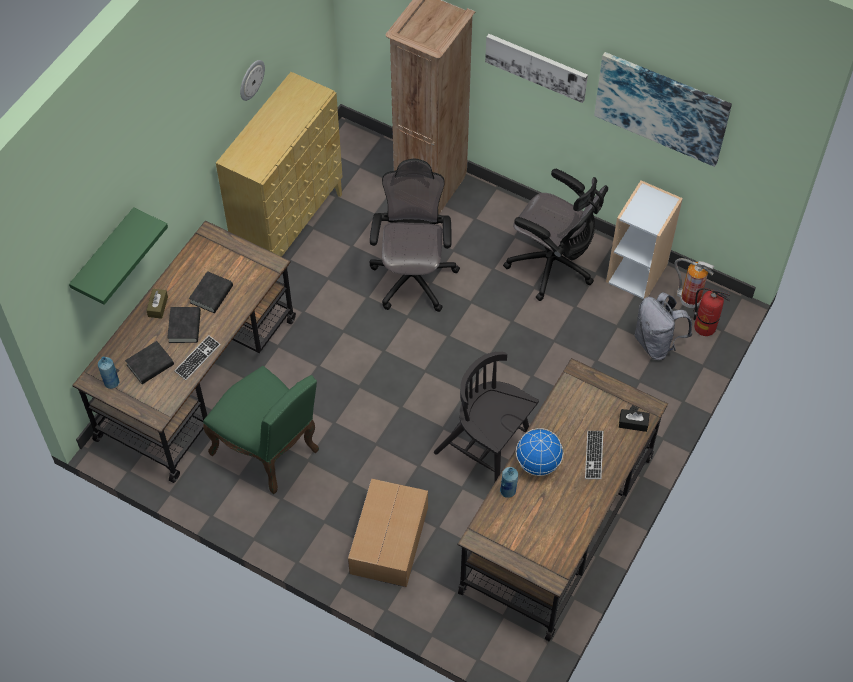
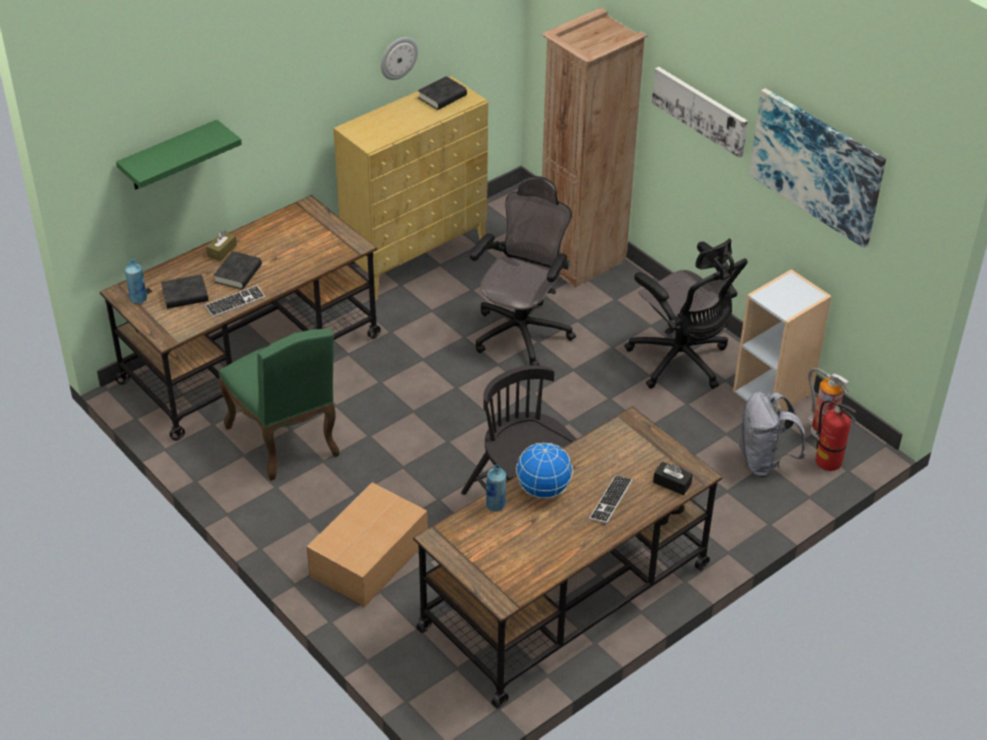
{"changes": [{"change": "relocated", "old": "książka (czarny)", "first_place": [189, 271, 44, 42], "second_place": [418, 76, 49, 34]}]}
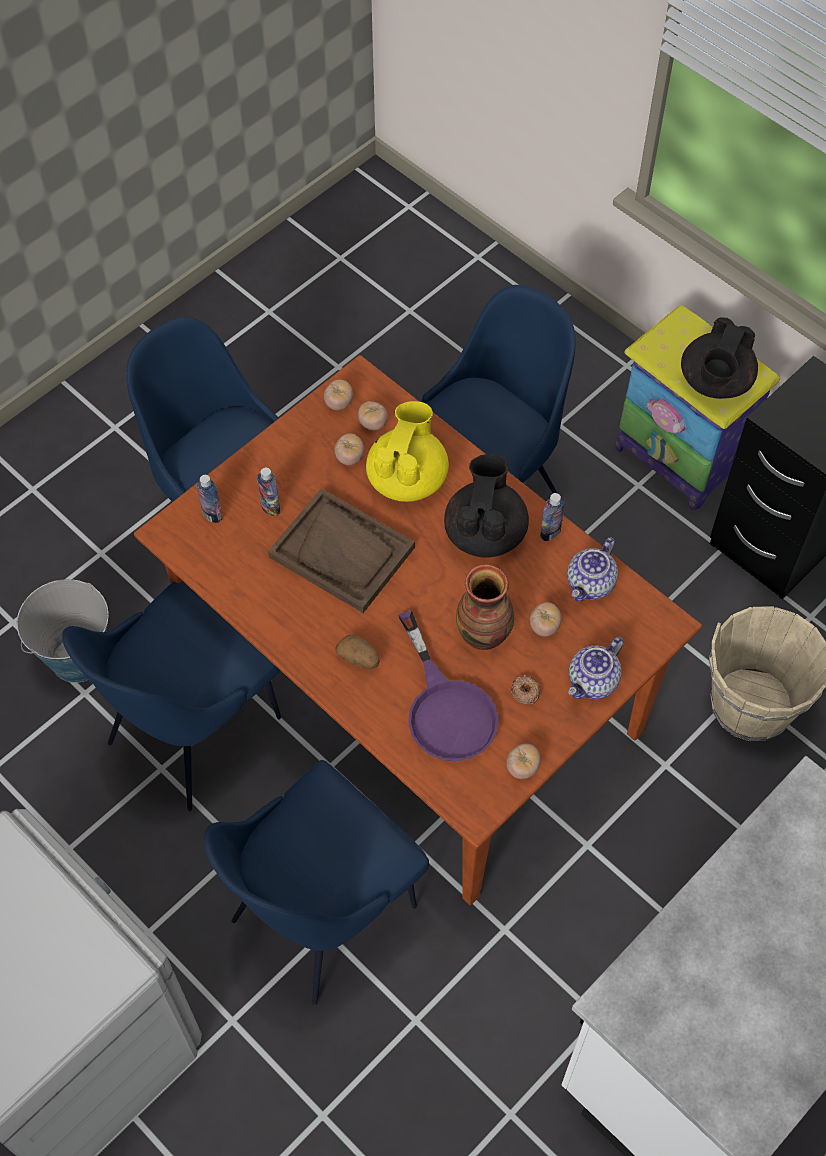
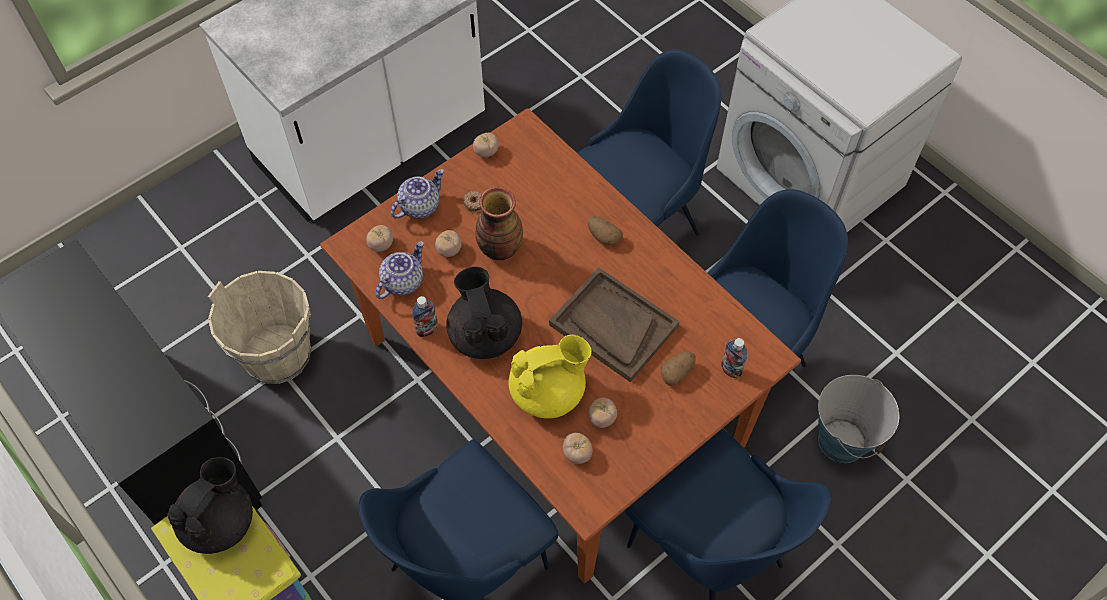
{"changes": [{"change": "relocated", "old": "pomidor", "first_place": [324, 379, 29, 31], "second_place": [366, 225, 27, 27]}, {"change": "spun", "old": "imbryk (żółty)", "first_place": [366, 401, 83, 101], "second_place": [509, 335, 83, 84], "degrees": -135}, {"change": "spun", "old": "imbryk (czarny)", "first_place": [444, 454, 85, 104], "second_place": [446, 266, 76, 93], "degrees": 150}, {"change": "exchanged", "old": "butelka", "new": "ziemniak", "first_place": [257, 468, 23, 49], "second_place": [661, 352, 35, 34]}, {"change": "missing", "old": "patelnia (fioletowy)", "first_place": [398, 610, 101, 152]}]}
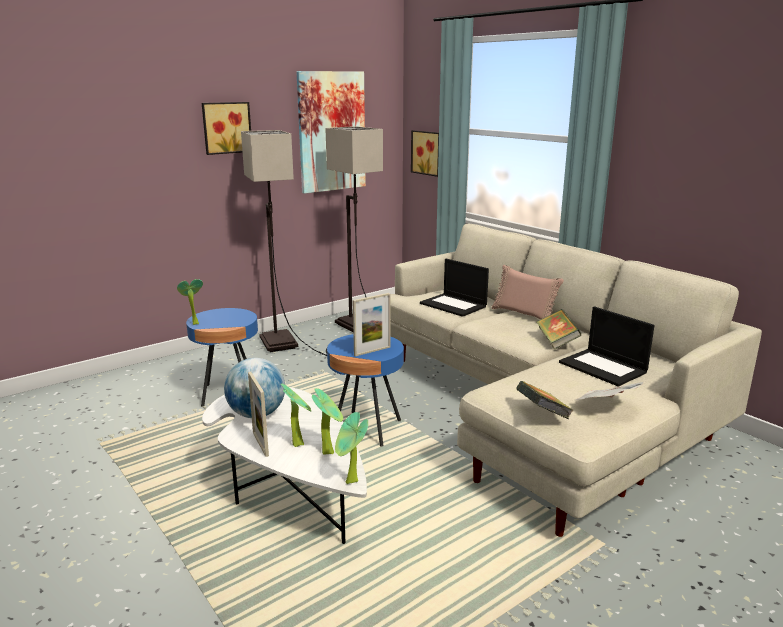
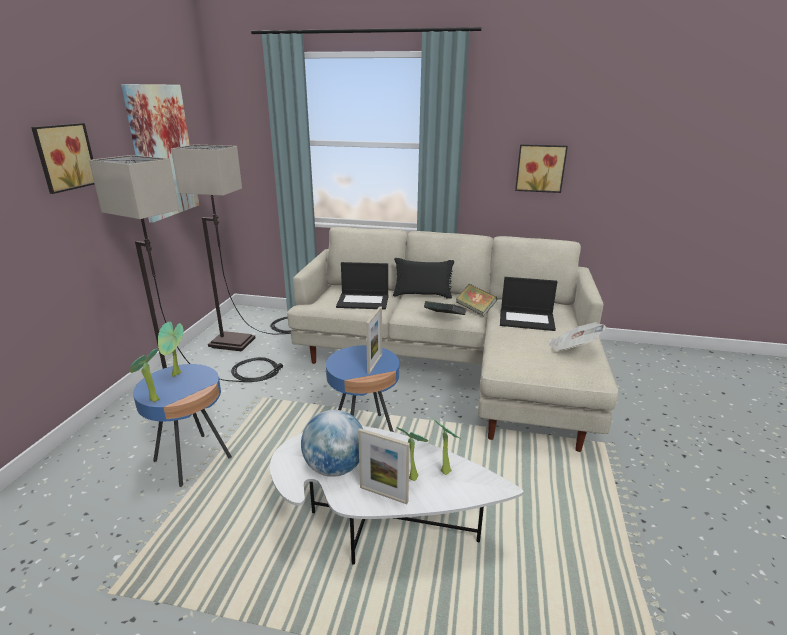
{"changes": [{"change": "relocated", "old": "obraz", "first_place": [411, 130, 28, 47], "second_place": [515, 144, 53, 49]}, {"change": "colour", "old": "poduszka (beżowy)", "new": "poduszka (czarny)", "first_place": [491, 265, 73, 55], "second_place": [393, 258, 61, 41]}, {"change": "relocated", "old": "książka", "first_place": [516, 381, 58, 38], "second_place": [424, 301, 43, 14]}, {"change": "relocated", "old": "roślina doniczkowa", "first_place": [335, 412, 33, 72], "second_place": [158, 322, 26, 55]}]}
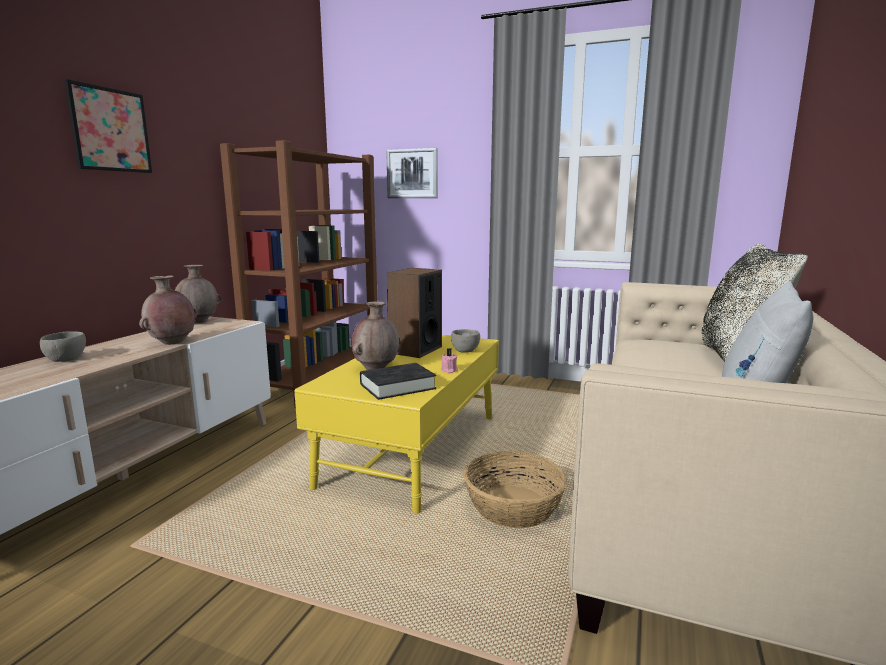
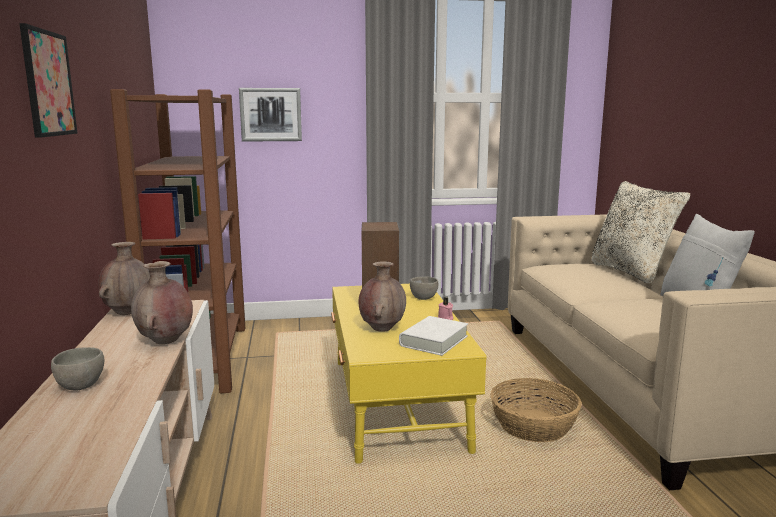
{"changes": [{"change": "colour", "old": "książka (czarny)", "new": "książka (biały)", "first_place": [360, 363, 76, 37], "second_place": [399, 316, 69, 40]}]}
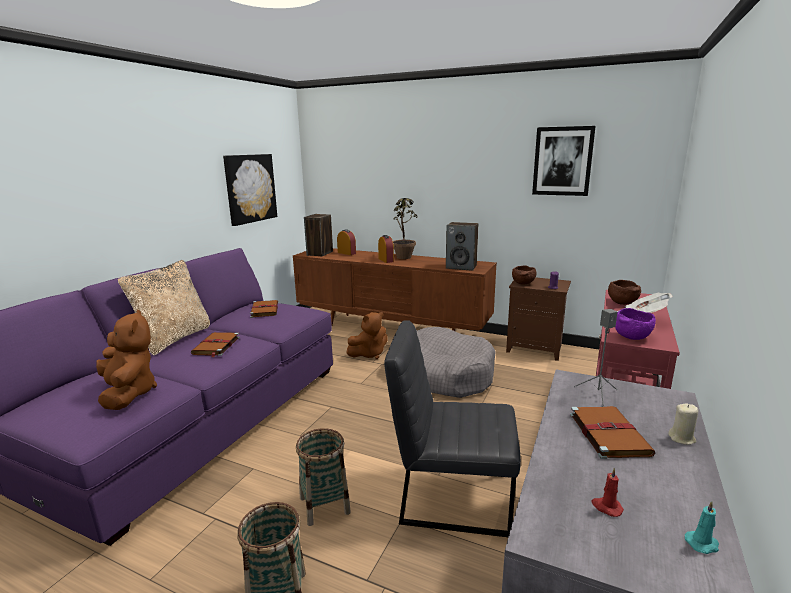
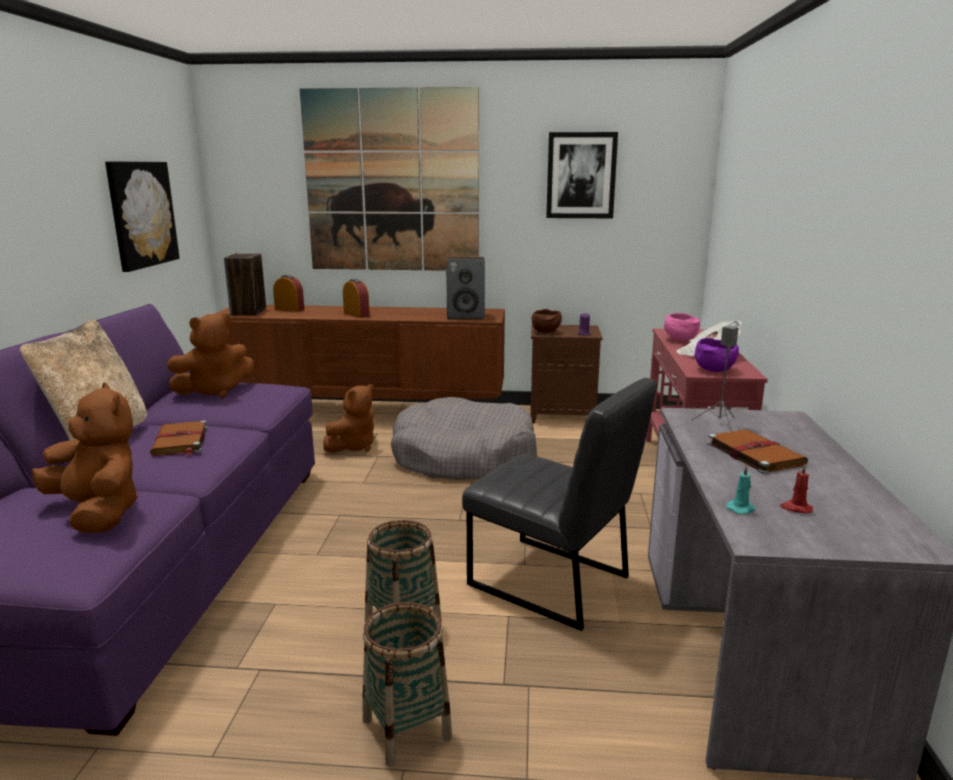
{"changes": [{"change": "missing", "old": "roślina doniczkowa", "first_place": [393, 198, 25, 61]}, {"change": "colour", "old": "miska (brązowy)", "new": "miska (różowy)", "first_place": [608, 280, 33, 25], "second_place": [664, 313, 36, 28]}, {"change": "exchanged", "old": "książka (brązowy)", "new": "pluszak (brązowy)", "first_place": [250, 300, 28, 18], "second_place": [167, 313, 87, 85]}, {"change": "spun", "old": "krzesło (szary)", "first_place": [384, 320, 137, 217], "second_place": [462, 378, 195, 253], "degrees": -135}, {"change": "missing", "old": "świeca (beżowy)", "first_place": [668, 403, 30, 42]}, {"change": "relocated", "old": "świeca (turkusowy)", "first_place": [685, 501, 34, 53], "second_place": [726, 465, 29, 49]}, {"change": "appeared", "new": "obraz", "second_place": [300, 87, 179, 184]}]}
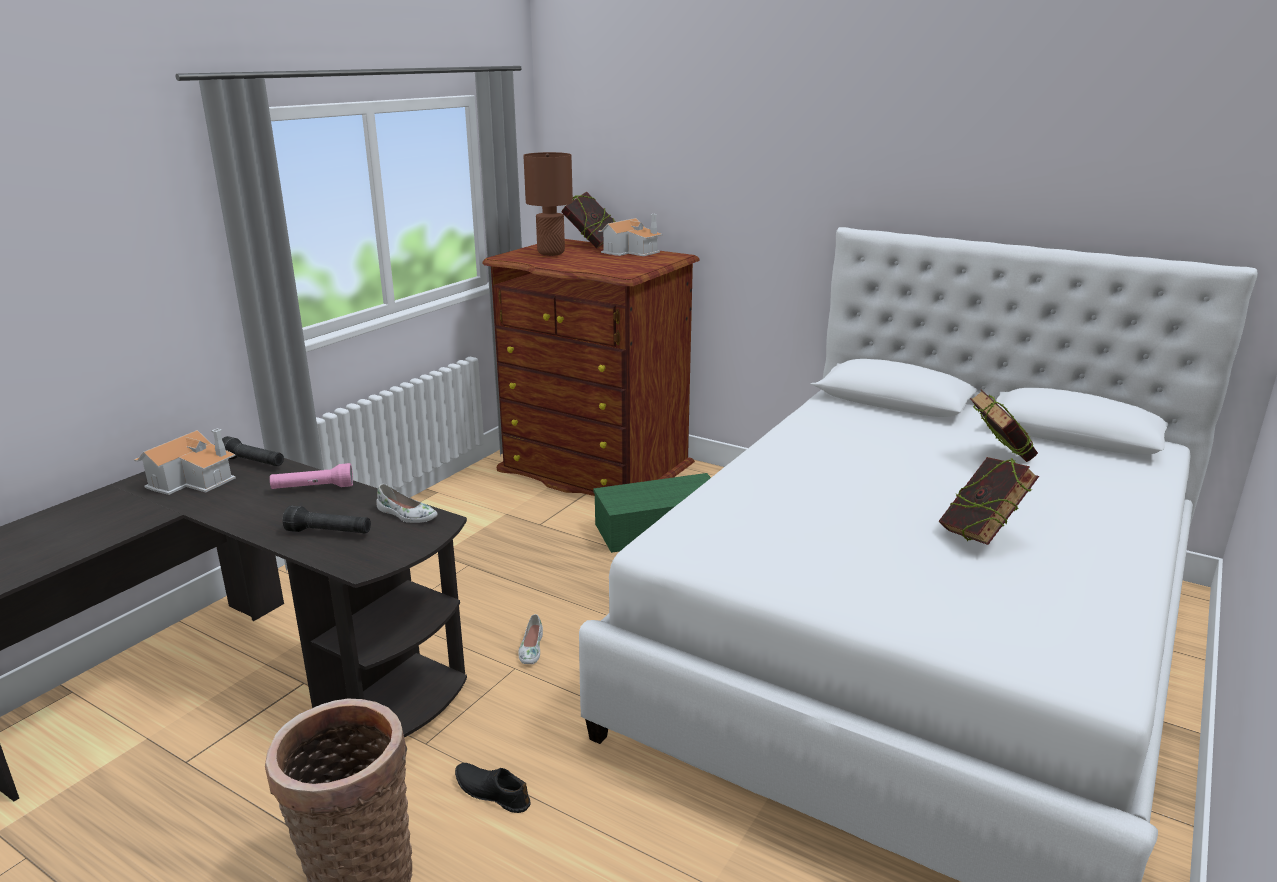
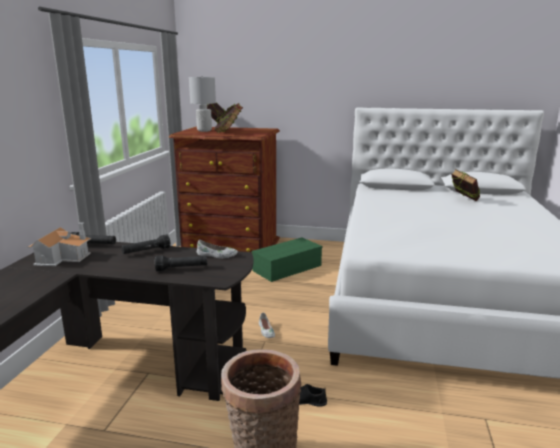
{"changes": [{"change": "colour", "old": "lampa stołowa (brązowy)", "new": "lampa stołowa (szary)", "first_place": [523, 152, 50, 104], "second_place": [189, 76, 27, 56]}, {"change": "missing", "old": "domek", "first_place": [598, 214, 65, 42]}, {"change": "relocated", "old": "książka", "first_place": [939, 457, 100, 88], "second_place": [214, 103, 29, 30]}, {"change": "colour", "old": "latarka (różowy)", "new": "latarka (czarny)", "first_place": [270, 463, 83, 26], "second_place": [121, 234, 50, 20]}]}
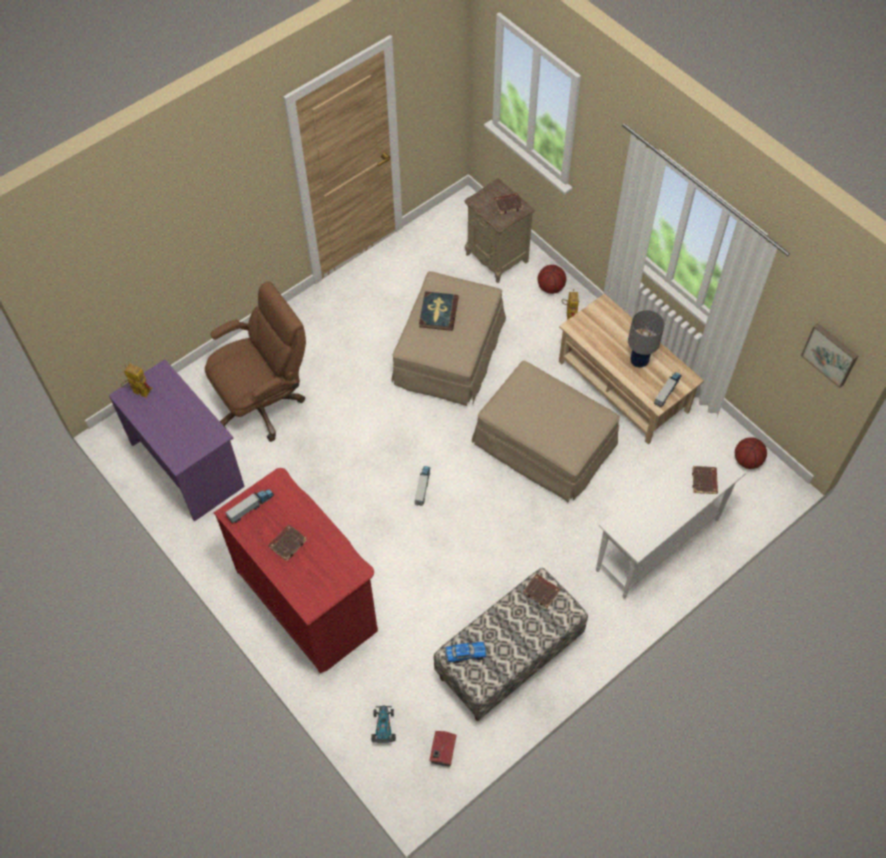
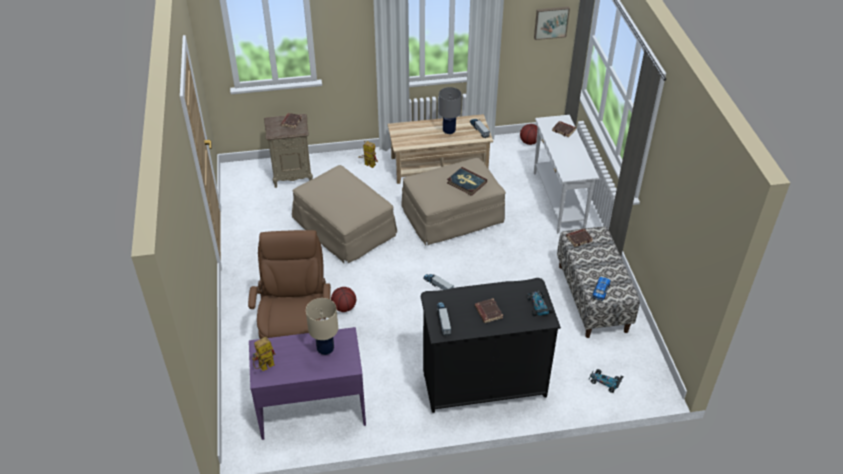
{"changes": [{"change": "relocated", "old": "piłka do koszykówki", "first_place": [538, 265, 28, 29], "second_place": [331, 287, 25, 25]}, {"change": "relocated", "old": "książka", "first_place": [419, 291, 40, 40], "second_place": [447, 167, 40, 29]}, {"change": "colour", "old": "komoda (czerwony)", "new": "komoda (czarny)", "first_place": [214, 468, 164, 205], "second_place": [421, 278, 140, 135]}, {"change": "missing", "old": "domek", "first_place": [429, 731, 28, 36]}, {"change": "appeared", "new": "samochodzik", "second_place": [527, 291, 26, 25]}, {"change": "appeared", "new": "lampa stołowa (beżowy)", "second_place": [306, 298, 32, 57]}]}
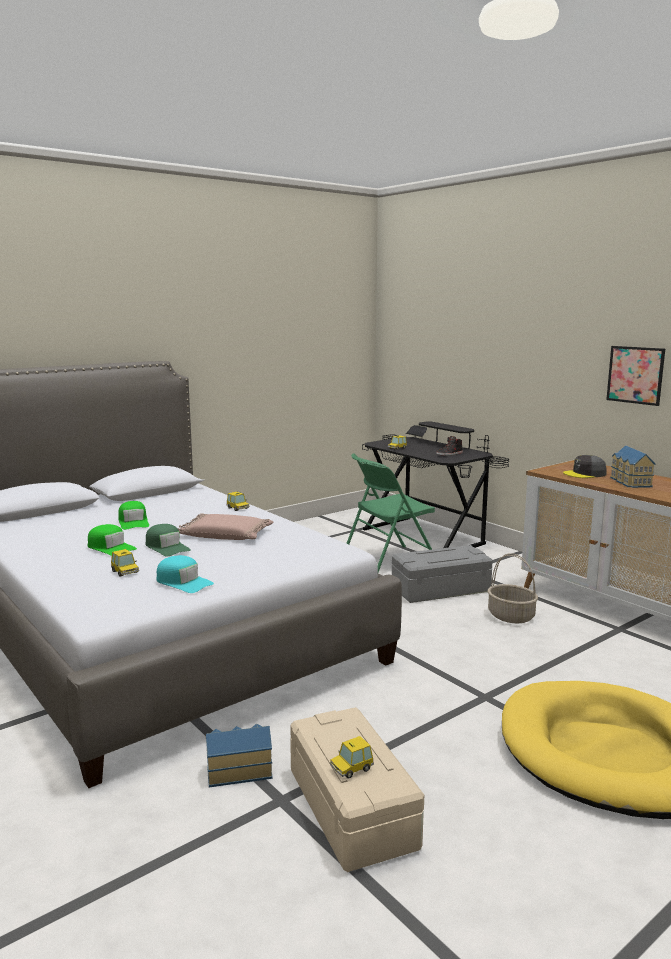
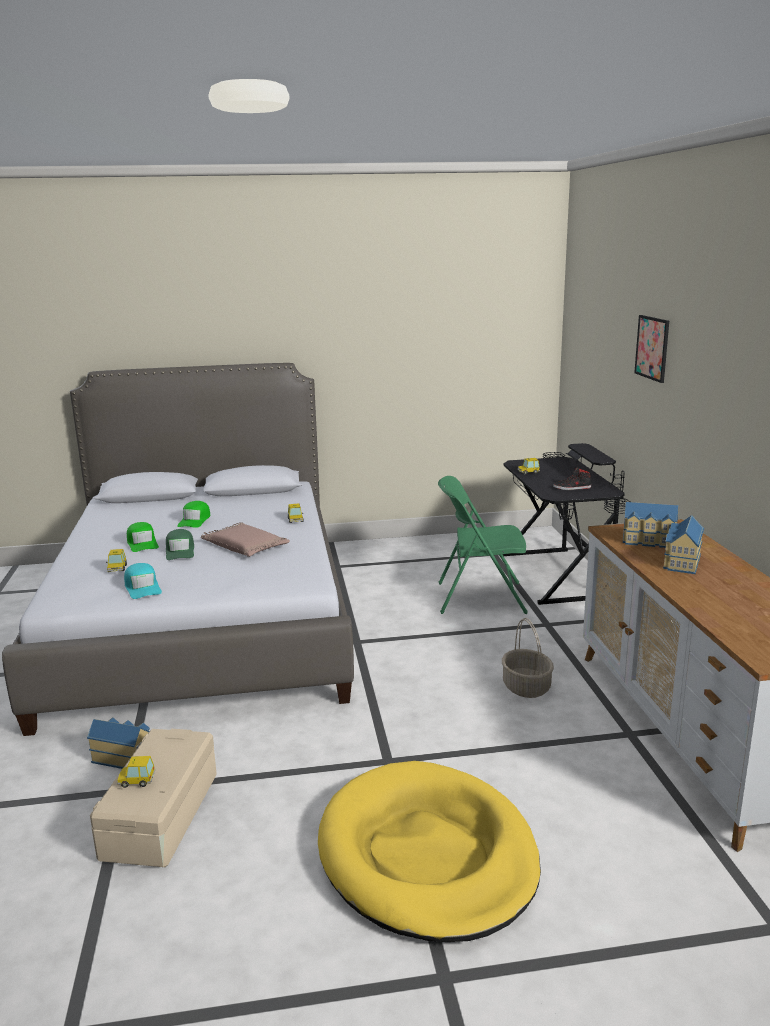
{"changes": [{"change": "relocated", "old": "obraz", "first_place": [606, 346, 59, 60], "second_place": [634, 315, 35, 68]}, {"change": "exchanged", "old": "czapka z daszkiem (szary)", "new": "domek", "first_place": [563, 455, 44, 23], "second_place": [623, 502, 55, 46]}, {"change": "missing", "old": "pojemnik do przechowywania (szary)", "first_place": [392, 545, 101, 58]}]}
